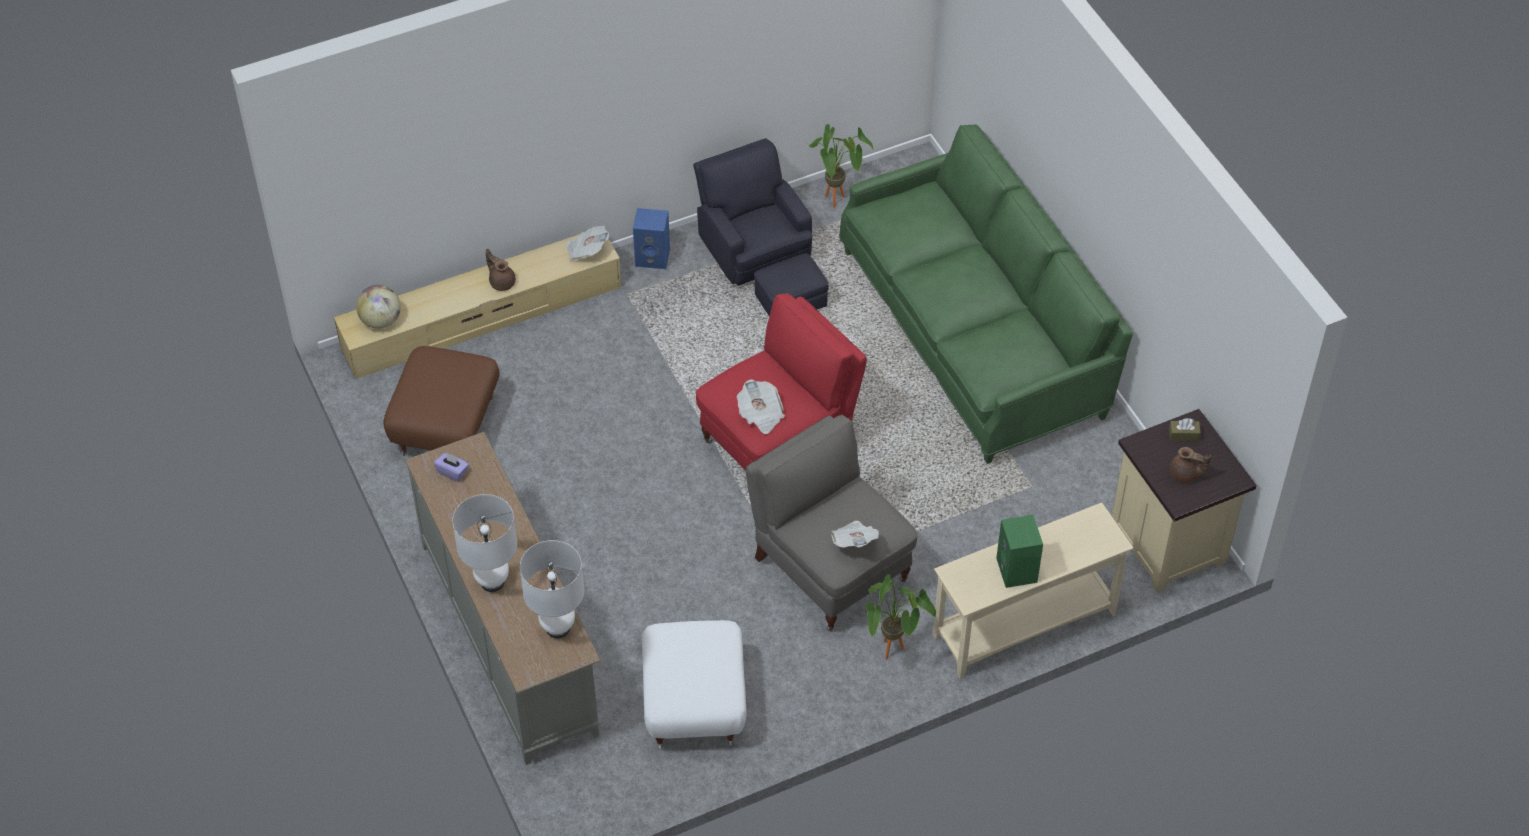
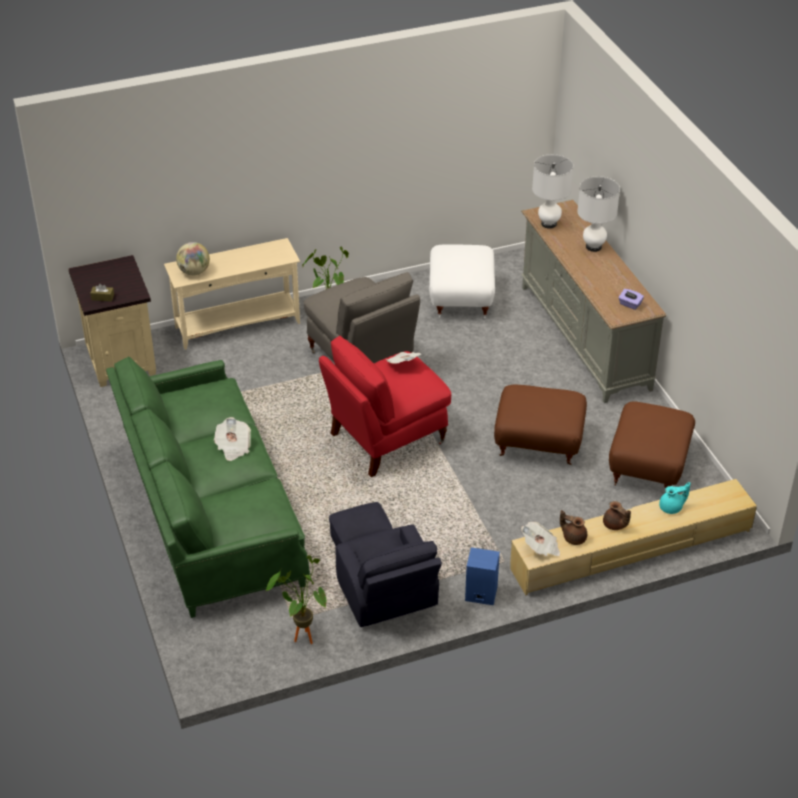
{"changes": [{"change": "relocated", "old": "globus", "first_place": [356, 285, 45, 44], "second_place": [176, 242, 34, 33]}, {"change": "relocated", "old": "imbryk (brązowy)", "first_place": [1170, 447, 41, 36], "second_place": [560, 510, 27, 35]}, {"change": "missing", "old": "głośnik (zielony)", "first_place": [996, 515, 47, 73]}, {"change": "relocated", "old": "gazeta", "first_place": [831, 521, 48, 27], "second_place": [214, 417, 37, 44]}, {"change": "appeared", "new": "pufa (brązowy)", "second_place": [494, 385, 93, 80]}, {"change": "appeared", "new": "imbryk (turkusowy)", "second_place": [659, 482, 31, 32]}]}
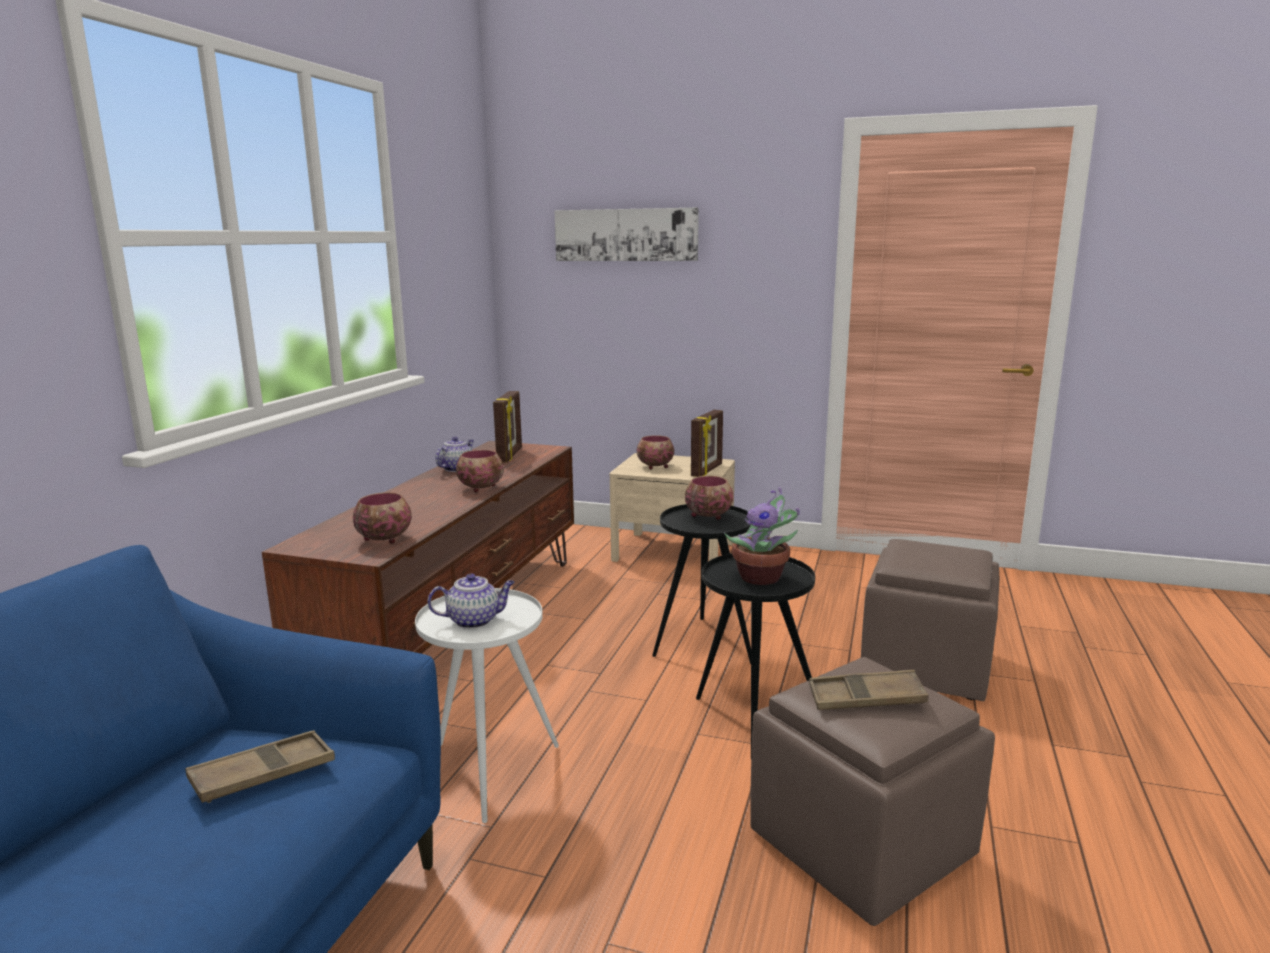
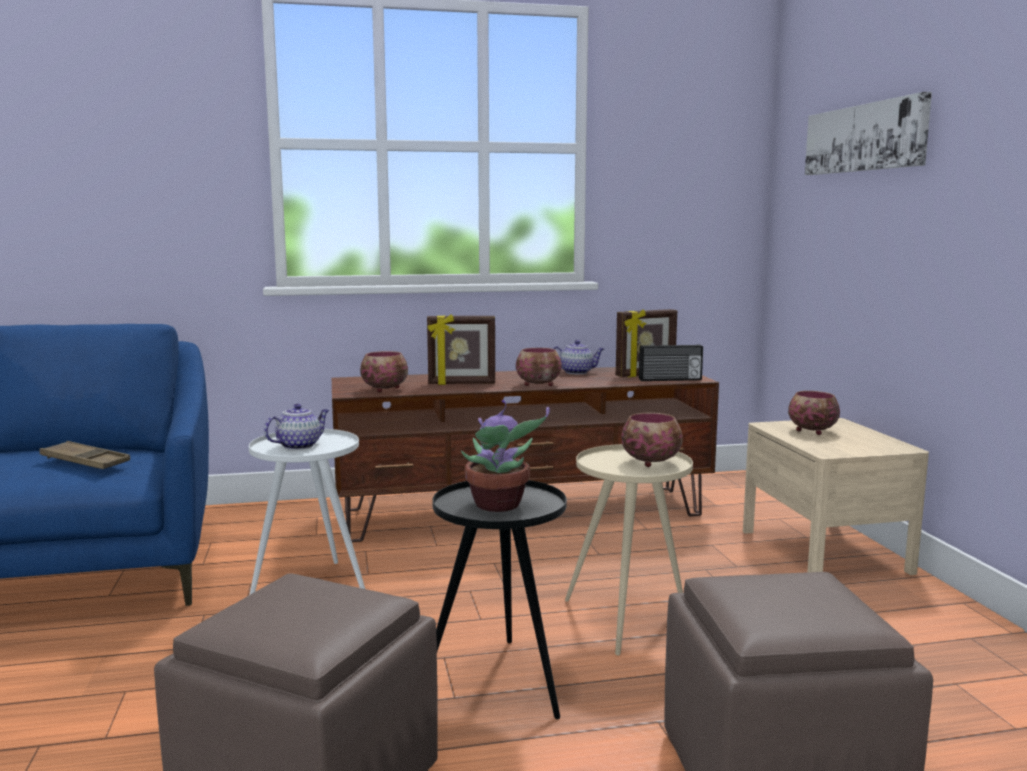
{"changes": [{"change": "relocated", "old": "ramka na zdjęcie", "first_place": [691, 410, 32, 67], "second_place": [427, 314, 68, 71]}, {"change": "colour", "old": "stolik (czarny)", "new": "stolik (beżowy)", "first_place": [652, 504, 99, 160], "second_place": [565, 444, 128, 211]}, {"change": "spun", "old": "imbryk", "first_place": [428, 573, 87, 56], "second_place": [264, 404, 65, 46], "degrees": -90}, {"change": "missing", "old": "taca (brązowy)", "first_place": [809, 670, 120, 40]}, {"change": "appeared", "new": "radio", "second_place": [639, 344, 64, 37]}]}
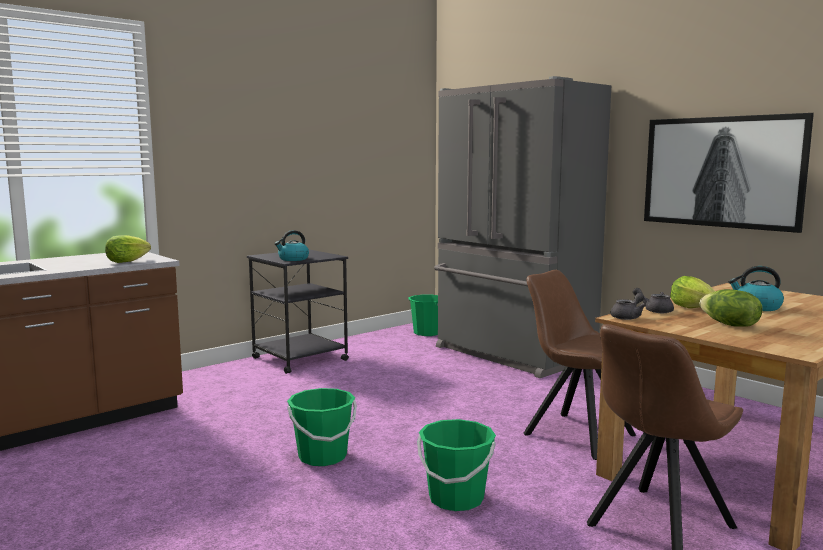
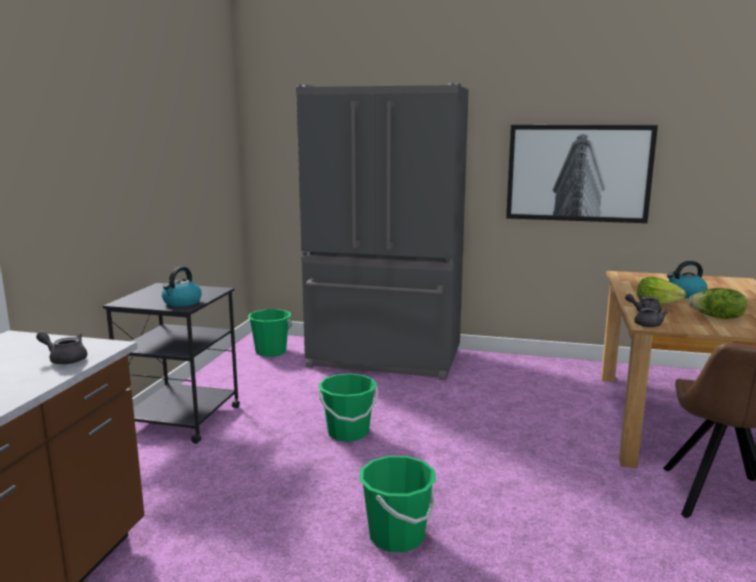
{"changes": [{"change": "exchanged", "old": "sałata", "new": "imbryk (szary)", "first_place": [105, 235, 46, 28], "second_place": [36, 331, 51, 33]}, {"change": "missing", "old": "krzesło (brązowy)", "first_place": [524, 270, 112, 190]}, {"change": "relocated", "old": "wiadro (zielony)", "first_place": [417, 419, 79, 92], "second_place": [318, 373, 60, 69]}]}
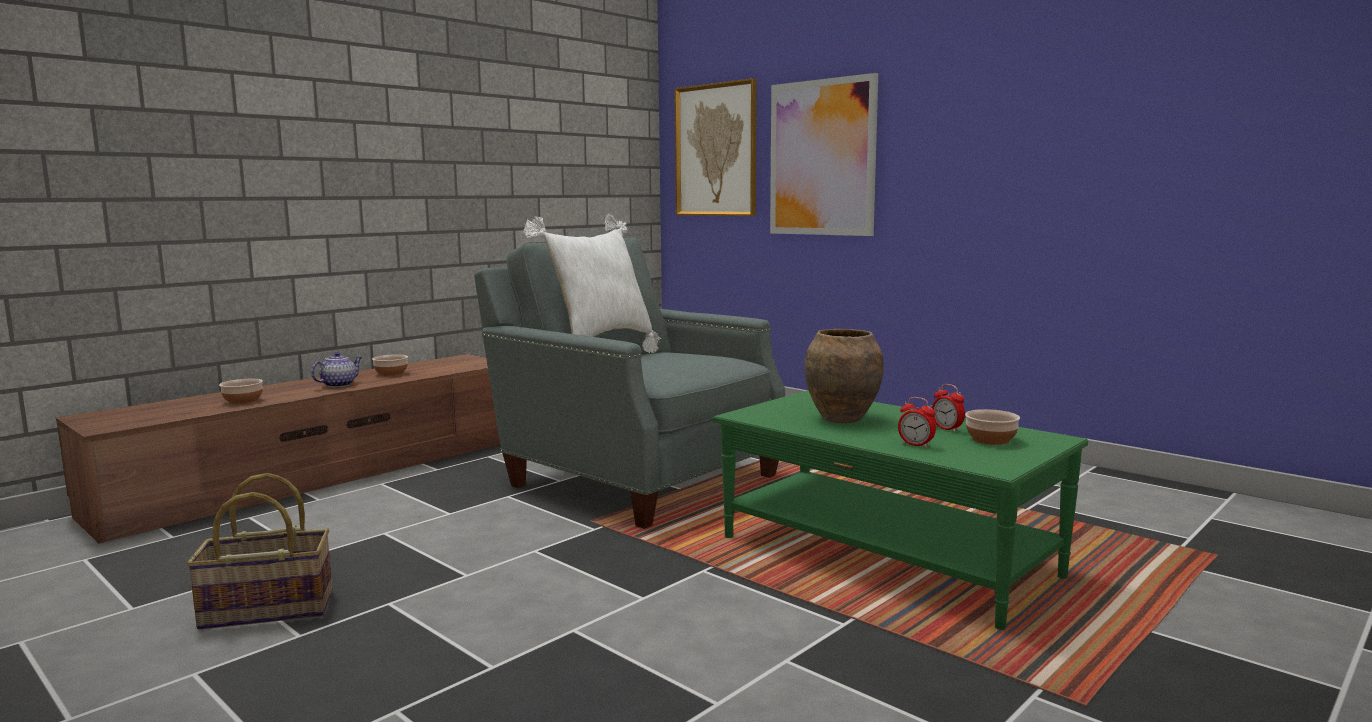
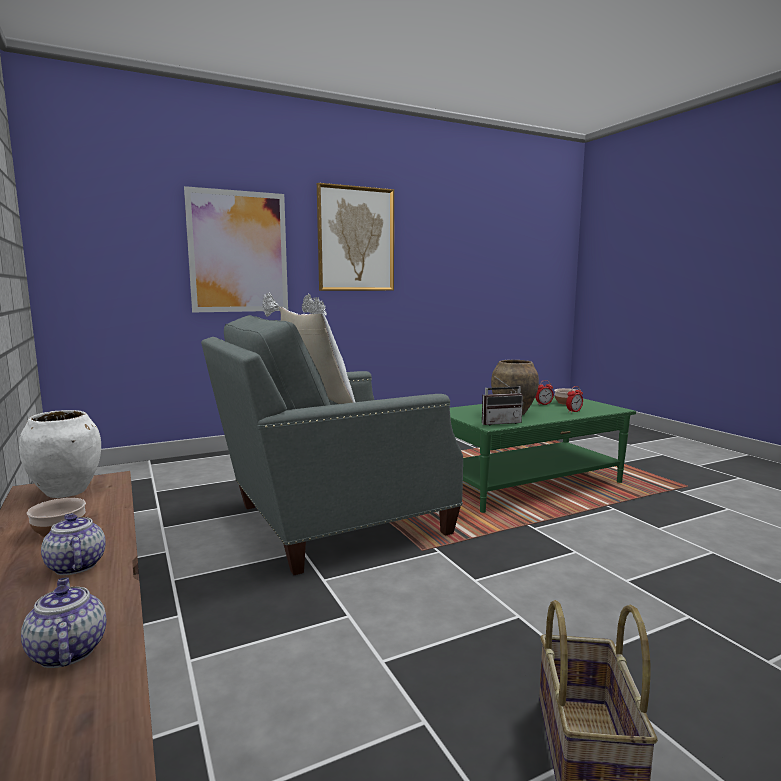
{"changes": [{"change": "relocated", "old": "obraz", "first_place": [674, 78, 83, 138], "second_place": [317, 183, 77, 108]}, {"change": "exchanged", "old": "miska", "new": "imbryk", "first_place": [219, 379, 44, 25], "second_place": [21, 577, 86, 91]}, {"change": "appeared", "new": "radio", "second_place": [482, 375, 41, 51]}, {"change": "appeared", "new": "wazon (biały)", "second_place": [19, 410, 82, 88]}]}
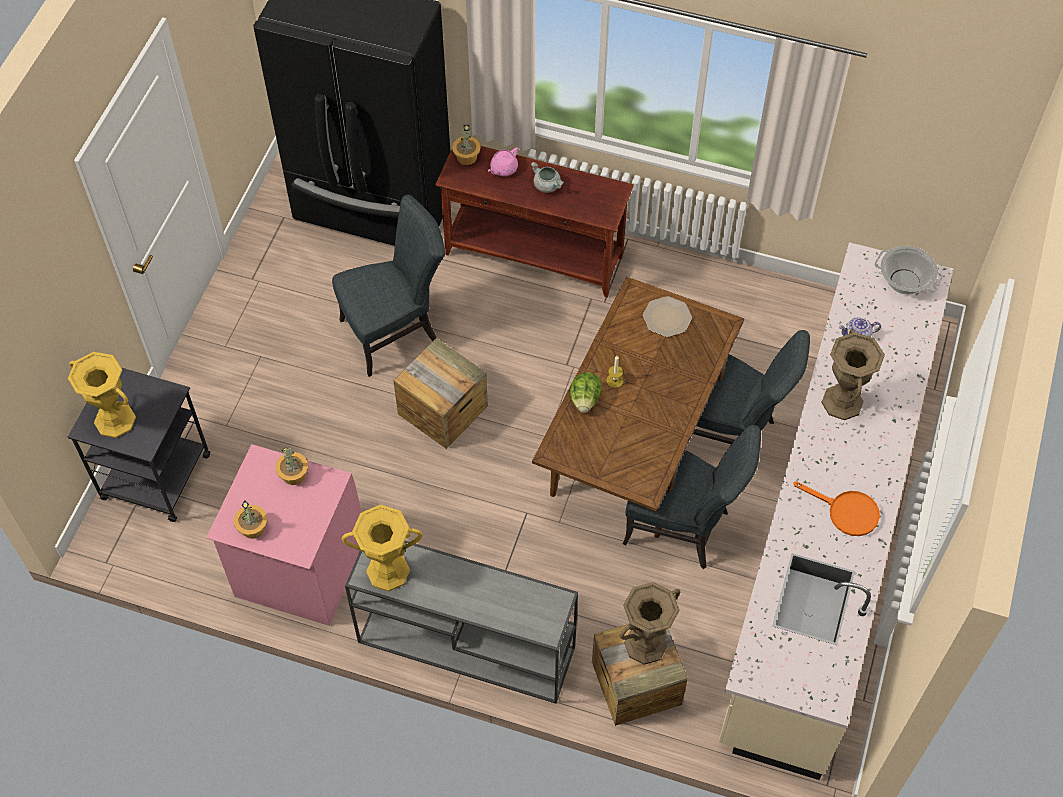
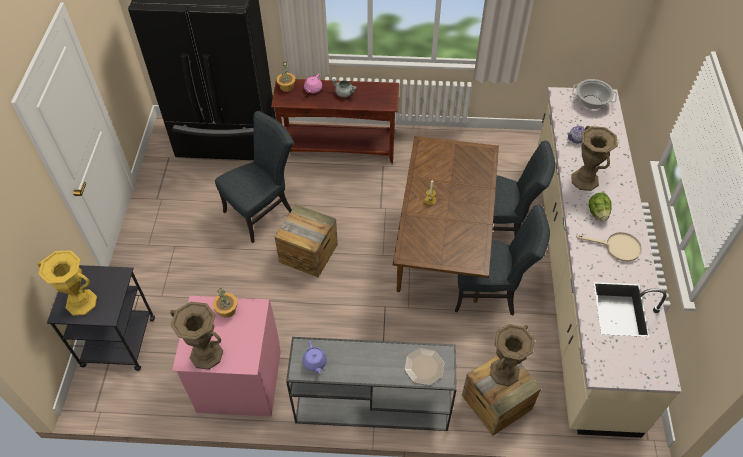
{"changes": [{"change": "relocated", "old": "talerz", "first_place": [643, 296, 49, 41], "second_place": [404, 348, 41, 37]}, {"change": "relocated", "old": "sałata", "first_place": [570, 372, 32, 41], "second_place": [589, 192, 23, 29]}, {"change": "colour", "old": "patelnia (pomarańczowy)", "new": "patelnia (beżowy)", "first_place": [793, 481, 87, 55], "second_place": [576, 232, 66, 30]}, {"change": "exchanged", "old": "roślina doniczkowa", "new": "wazon (brązowy)", "first_place": [234, 500, 34, 39], "second_place": [170, 302, 53, 68]}, {"change": "exchanged", "old": "wazon (żółty)", "new": "imbryk (fioletowy)", "first_place": [342, 504, 81, 87], "second_place": [303, 341, 24, 33]}]}
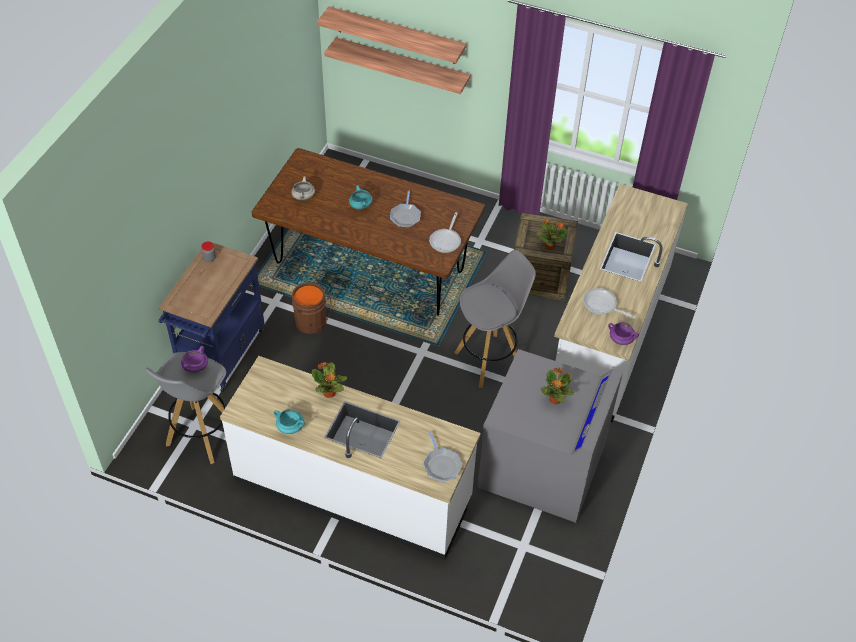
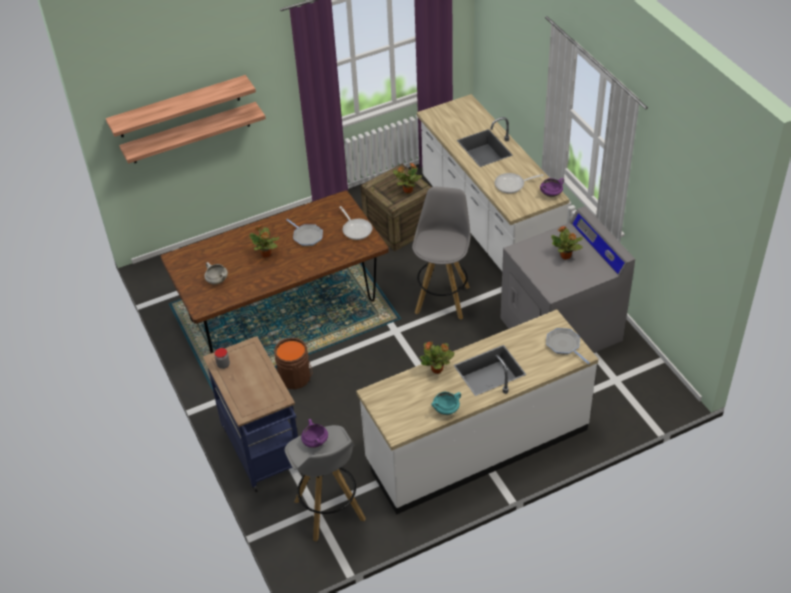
{"changes": [{"change": "exchanged", "old": "garnek (turkusowy)", "new": "roślina doniczkowa", "first_place": [349, 185, 24, 25], "second_place": [249, 225, 31, 33]}, {"change": "spun", "old": "patelnia", "first_place": [423, 431, 39, 51], "second_place": [546, 328, 44, 36], "degrees": -150}]}
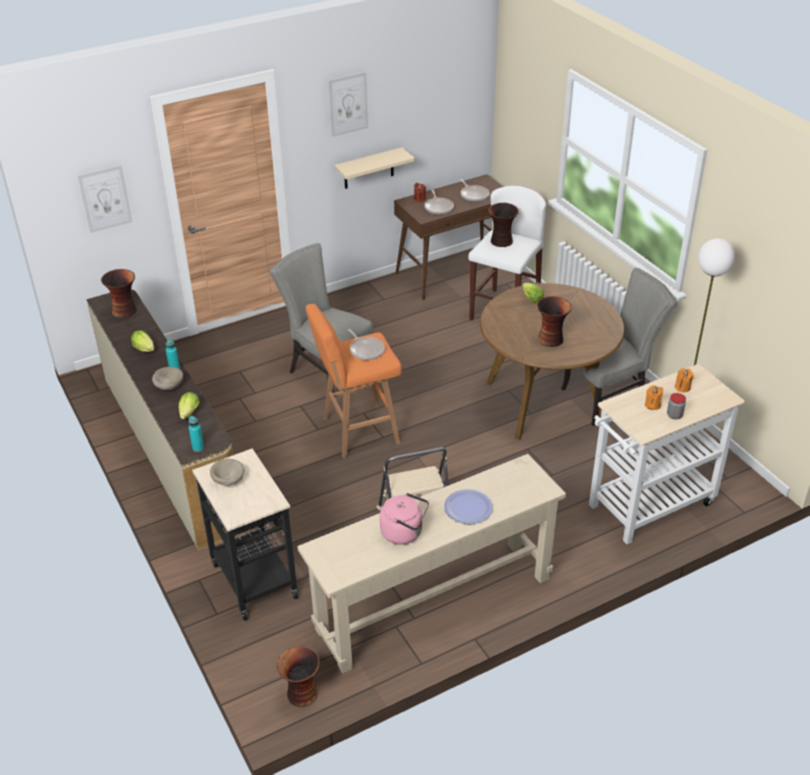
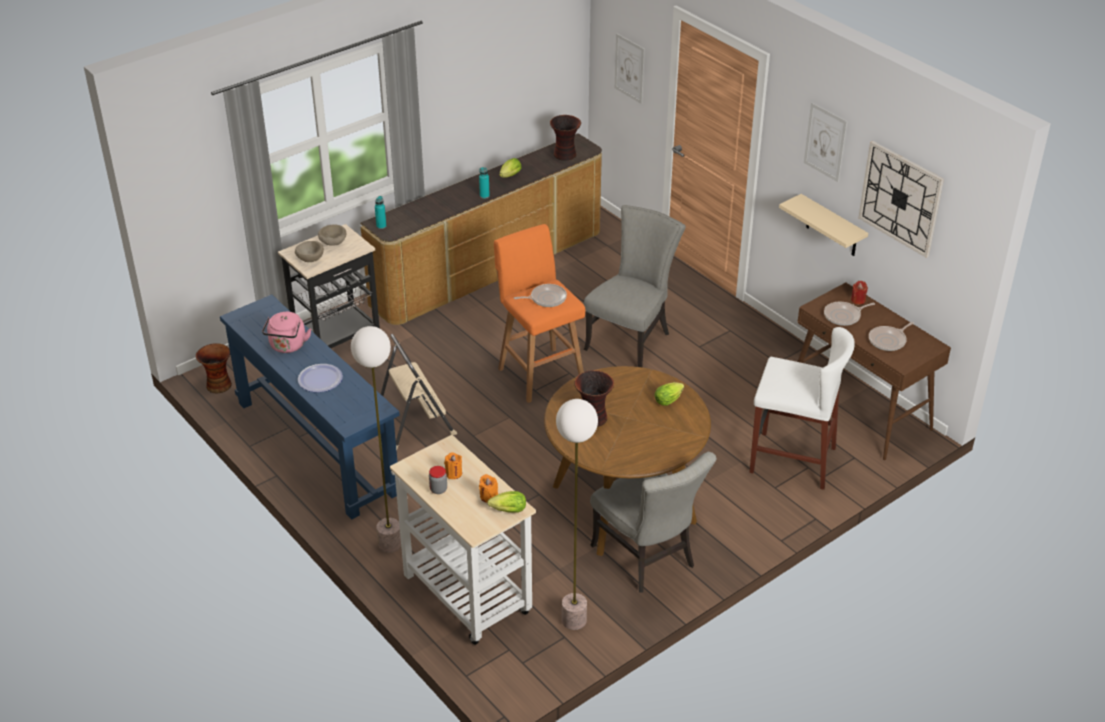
{"changes": [{"change": "missing", "old": "wazon", "first_place": [488, 203, 31, 44]}, {"change": "spun", "old": "patelnia", "first_place": [348, 329, 37, 31], "second_place": [513, 284, 54, 23], "degrees": -150}, {"change": "relocated", "old": "miska (beżowy)", "first_place": [152, 367, 31, 23], "second_place": [295, 241, 29, 21]}, {"change": "relocated", "old": "sałata", "first_place": [179, 392, 21, 27], "second_place": [487, 491, 39, 22]}, {"change": "colour", "old": "stolik konsolowy (beżowy)", "new": "stolik konsolowy (niebieski)", "first_place": [297, 454, 269, 220], "second_place": [220, 294, 179, 226]}, {"change": "appeared", "new": "zegar ścienny", "second_place": [858, 141, 86, 117]}, {"change": "appeared", "new": "lampa stojąca", "second_place": [351, 326, 50, 227]}]}
